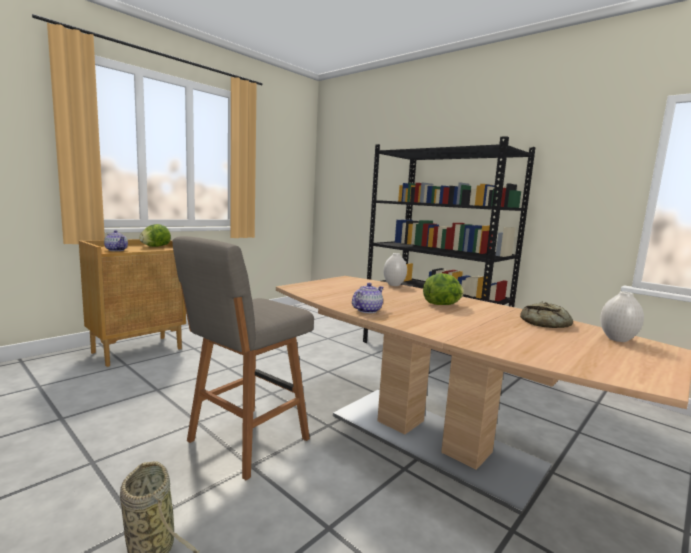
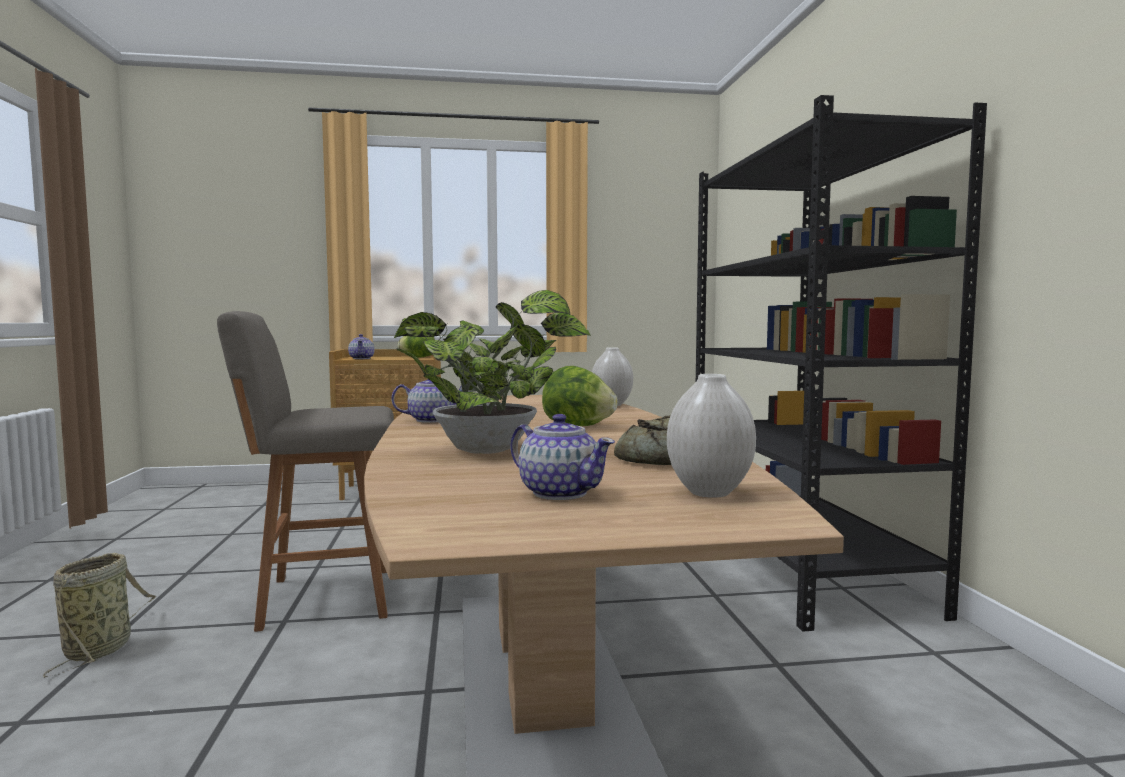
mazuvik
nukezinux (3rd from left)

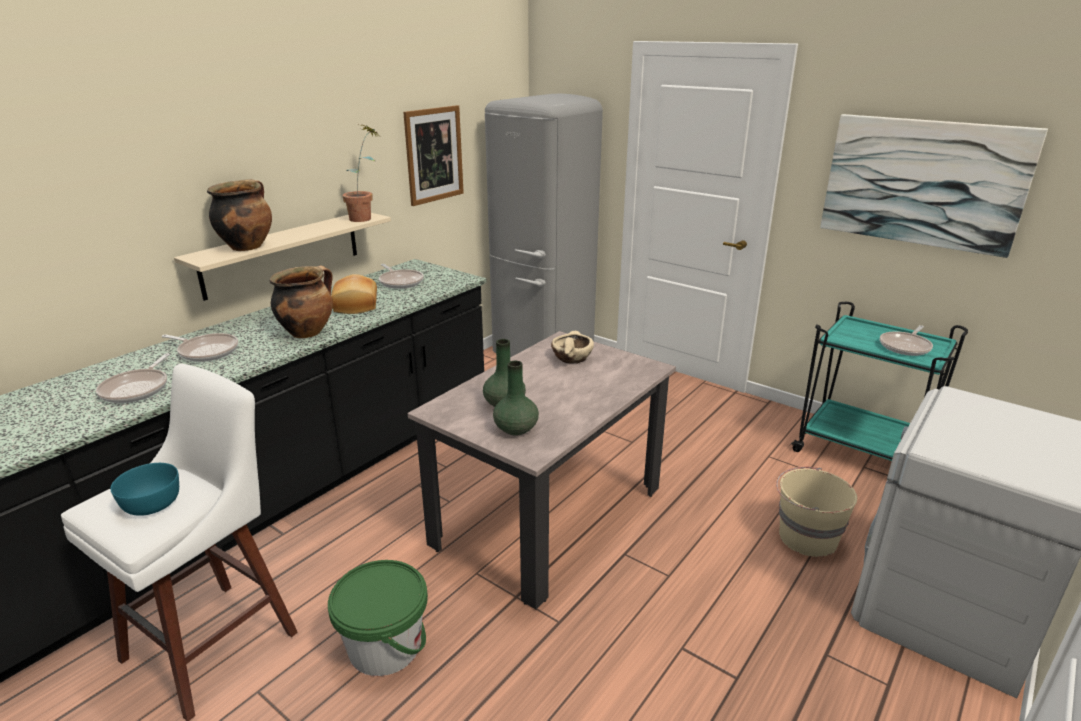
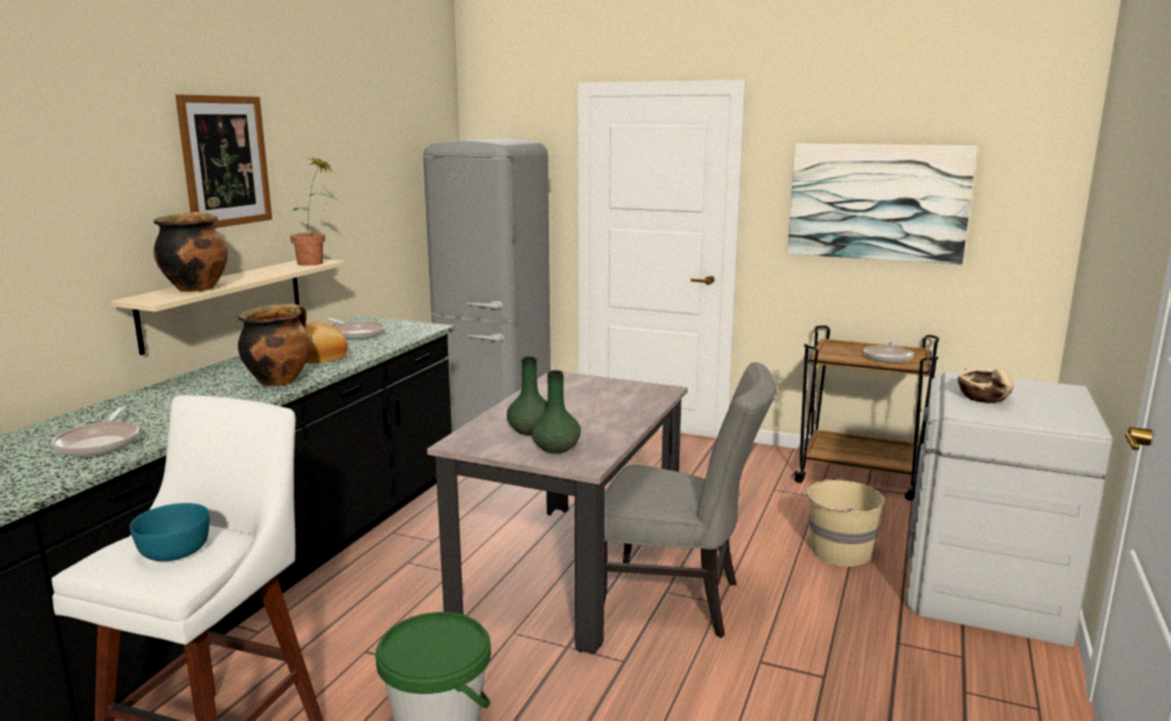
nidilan (2nd from left in the first image)
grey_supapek
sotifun (1st from left)
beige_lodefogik
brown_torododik

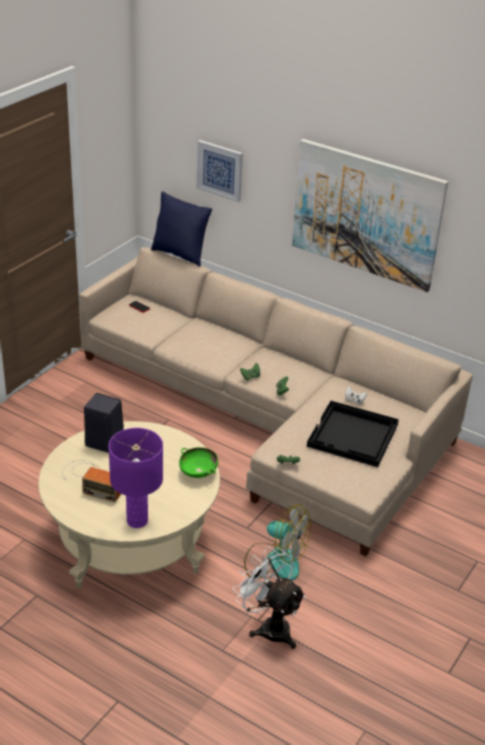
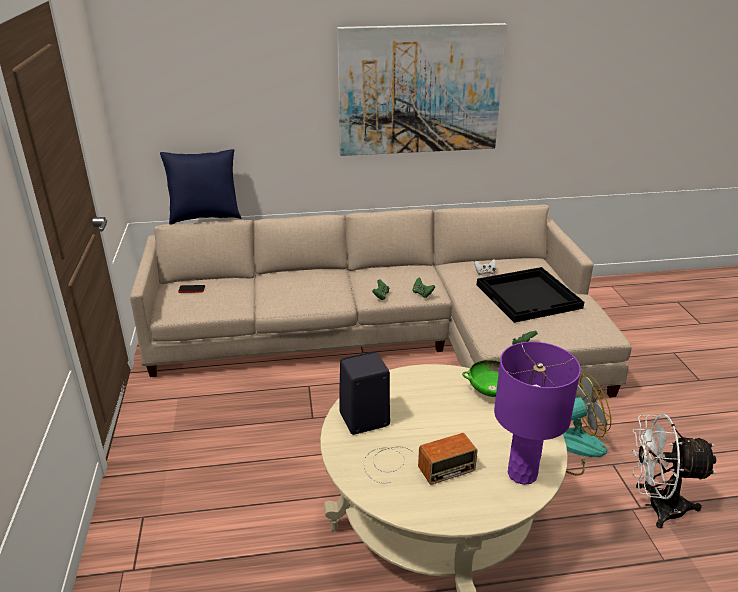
sotifun (1st from left in the first image)

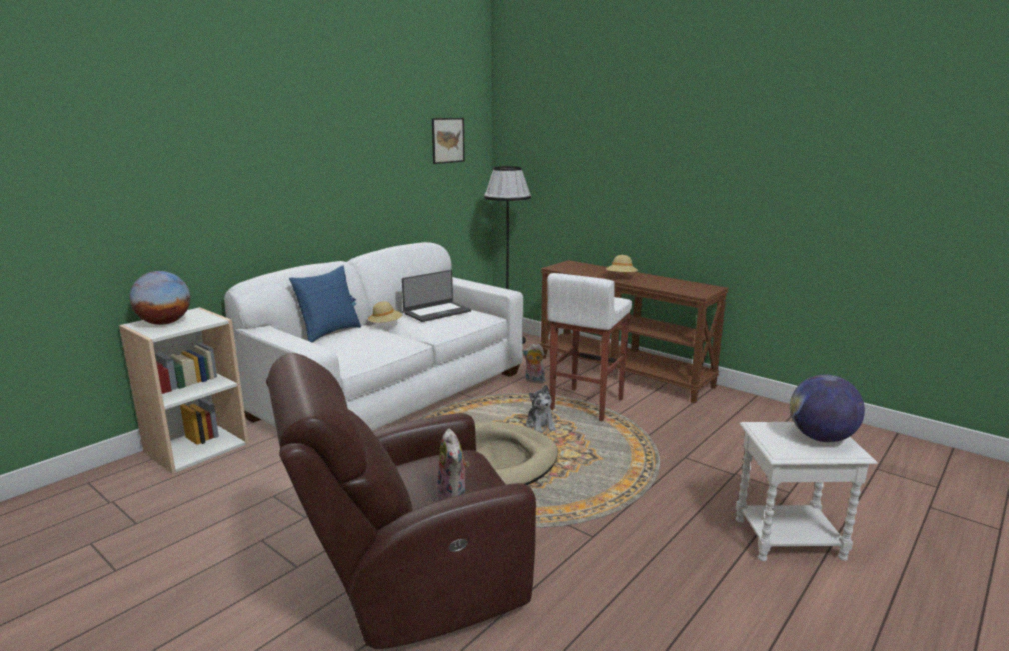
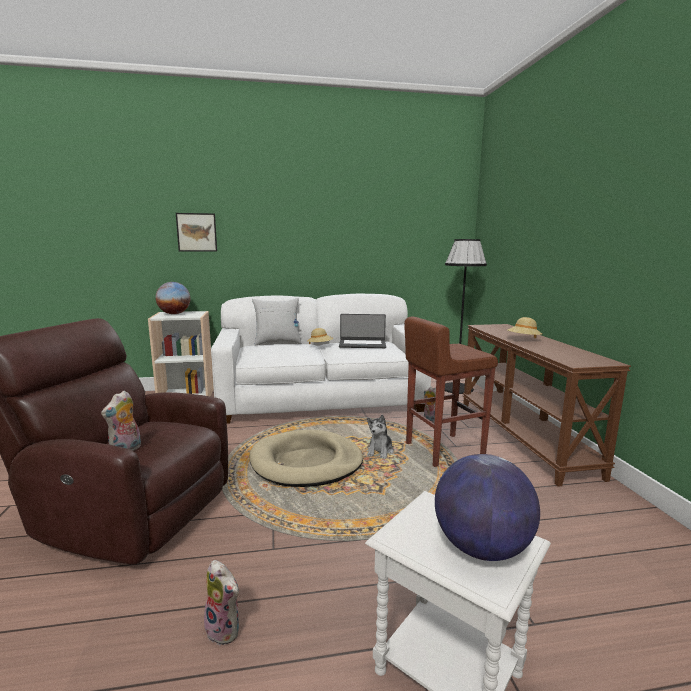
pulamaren (2nd from left)
sotifun
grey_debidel
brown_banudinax

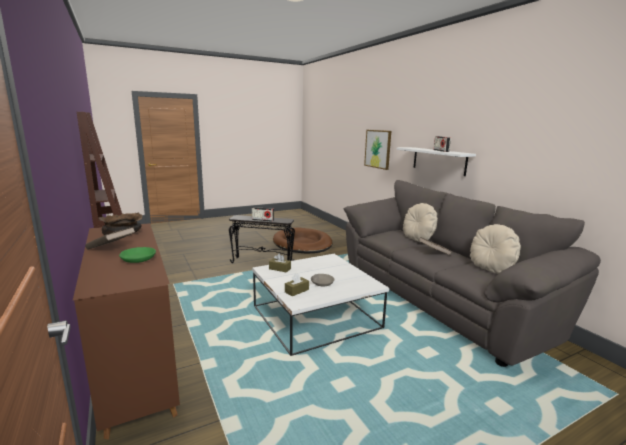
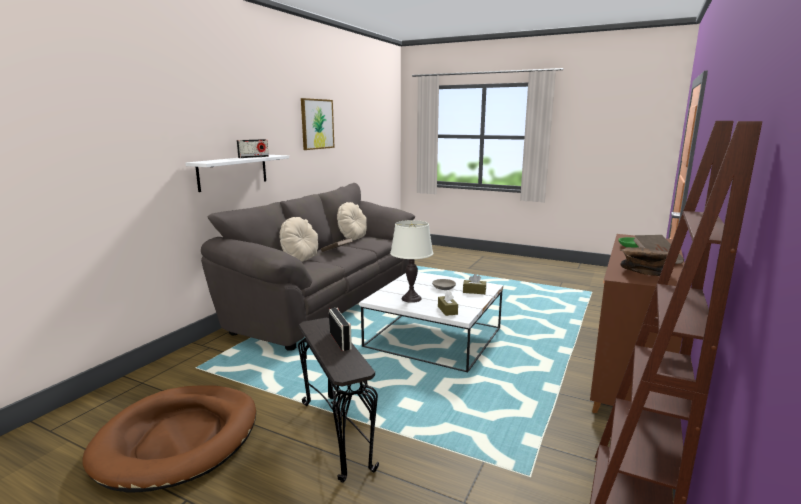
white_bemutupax
sotifun

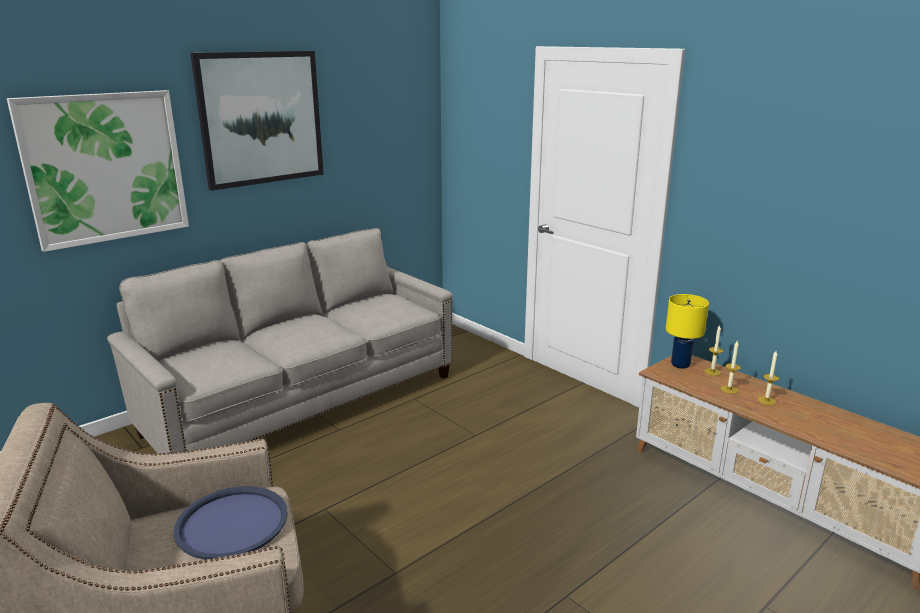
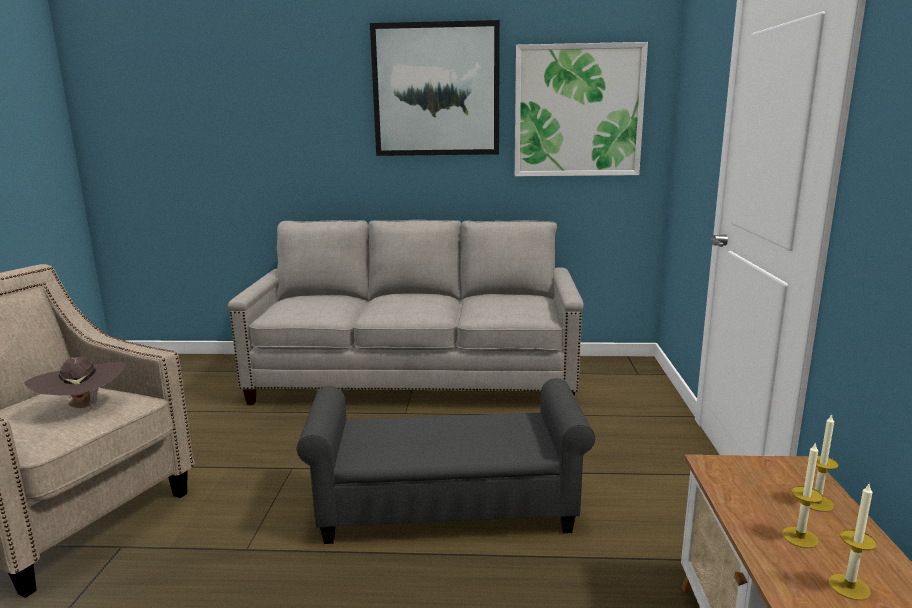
yellow_bemutupax
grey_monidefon
sotifun (2nd from left)
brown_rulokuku

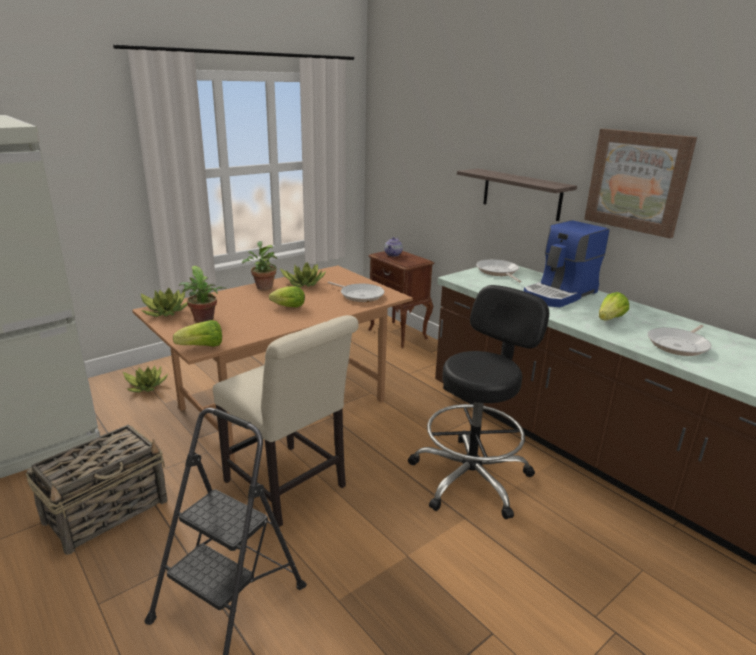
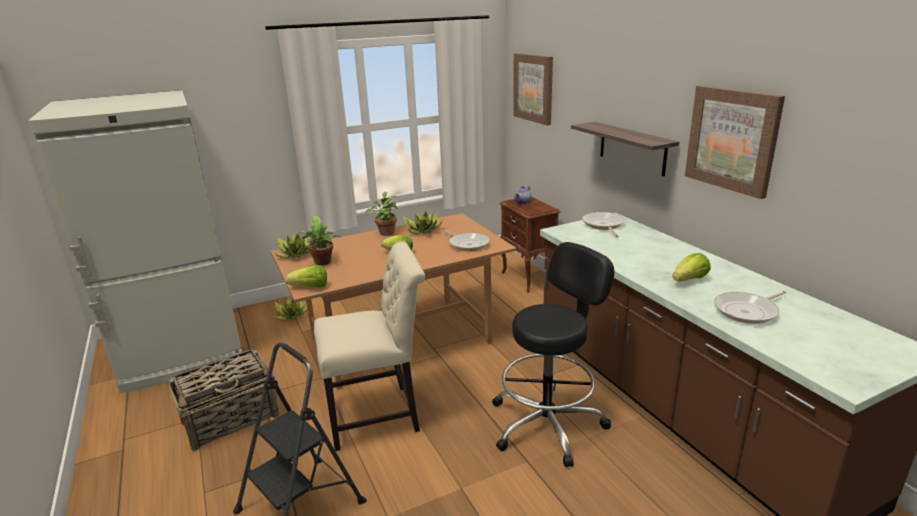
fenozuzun
sotifun (1st from left)
beige_supapek

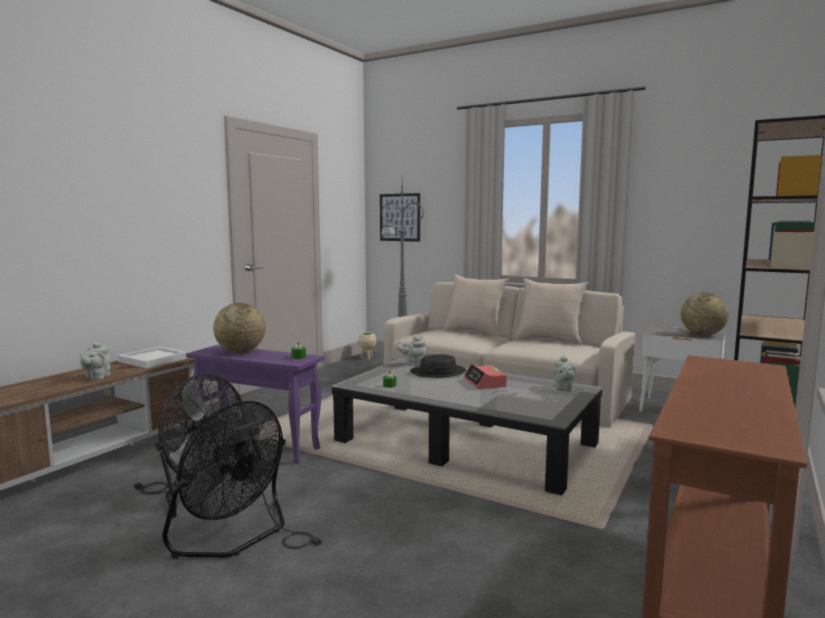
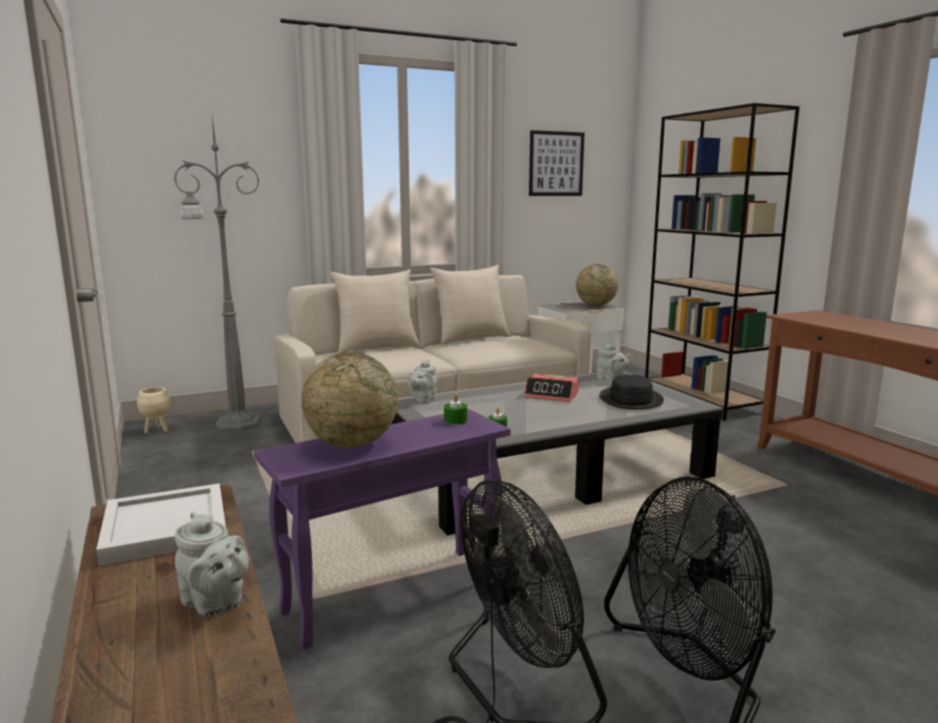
sotifun
black_rulokuku

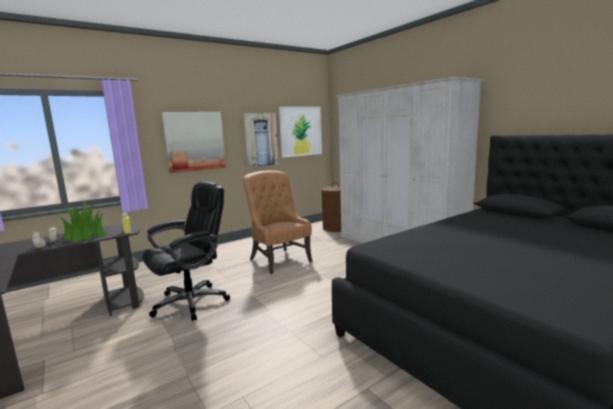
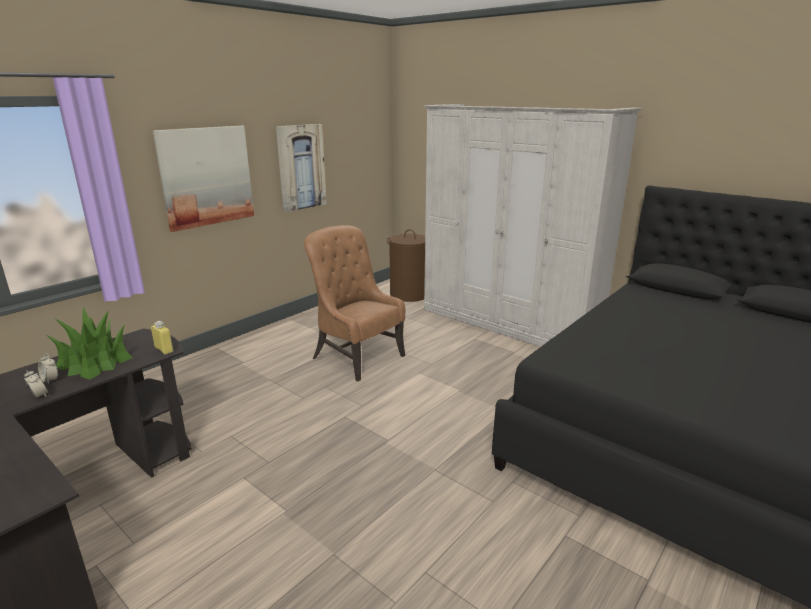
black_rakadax
sotifun (3rd from left in the first image)

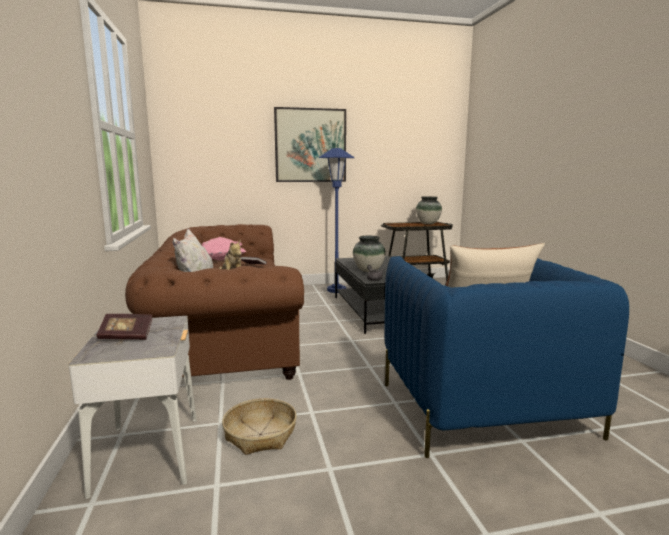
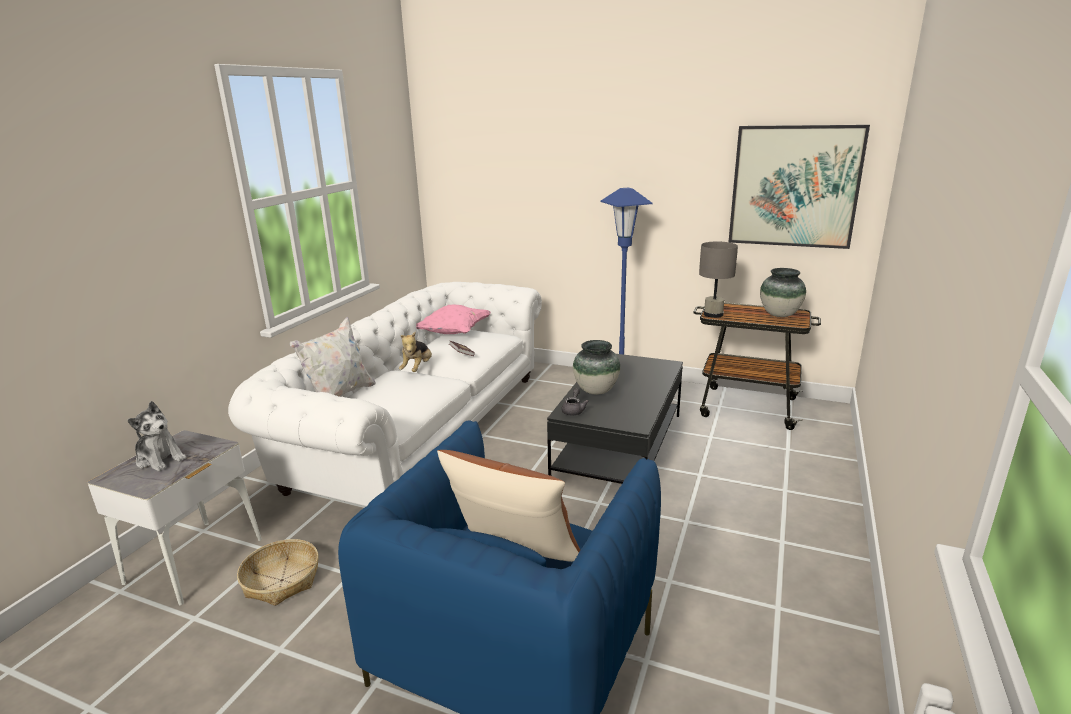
grey_bemutupax
sotifun
pulamaren (1st from left)
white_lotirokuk

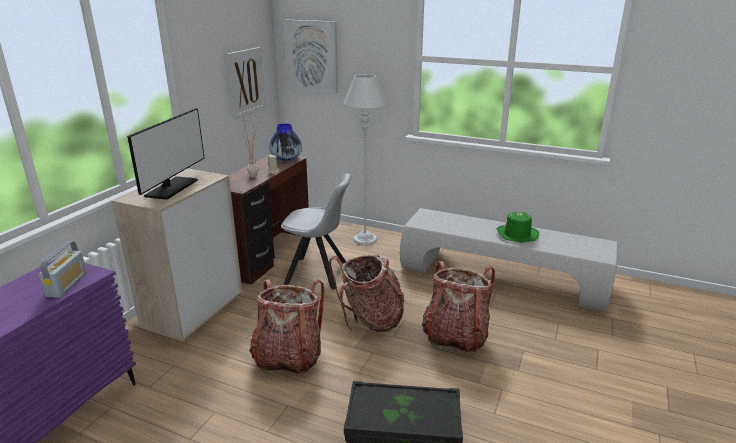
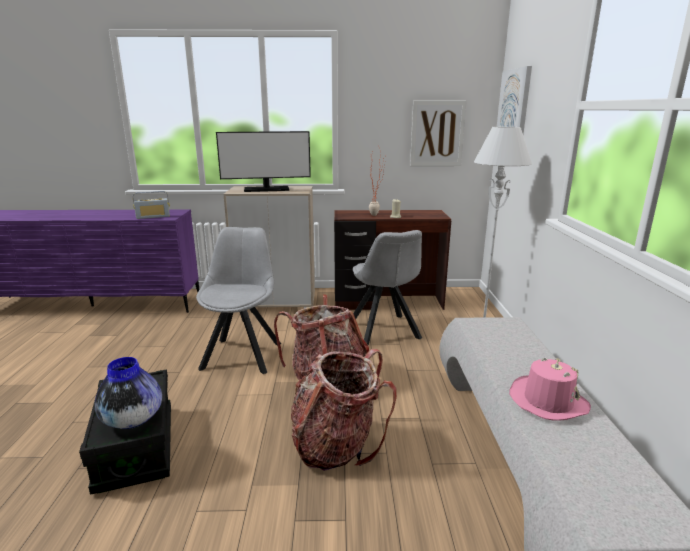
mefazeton
grey_supapek (1st from left)
pink_rulokuku

